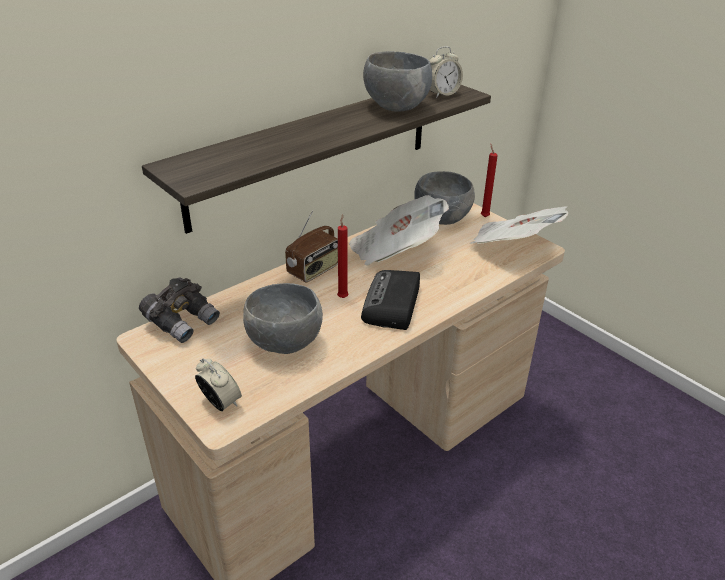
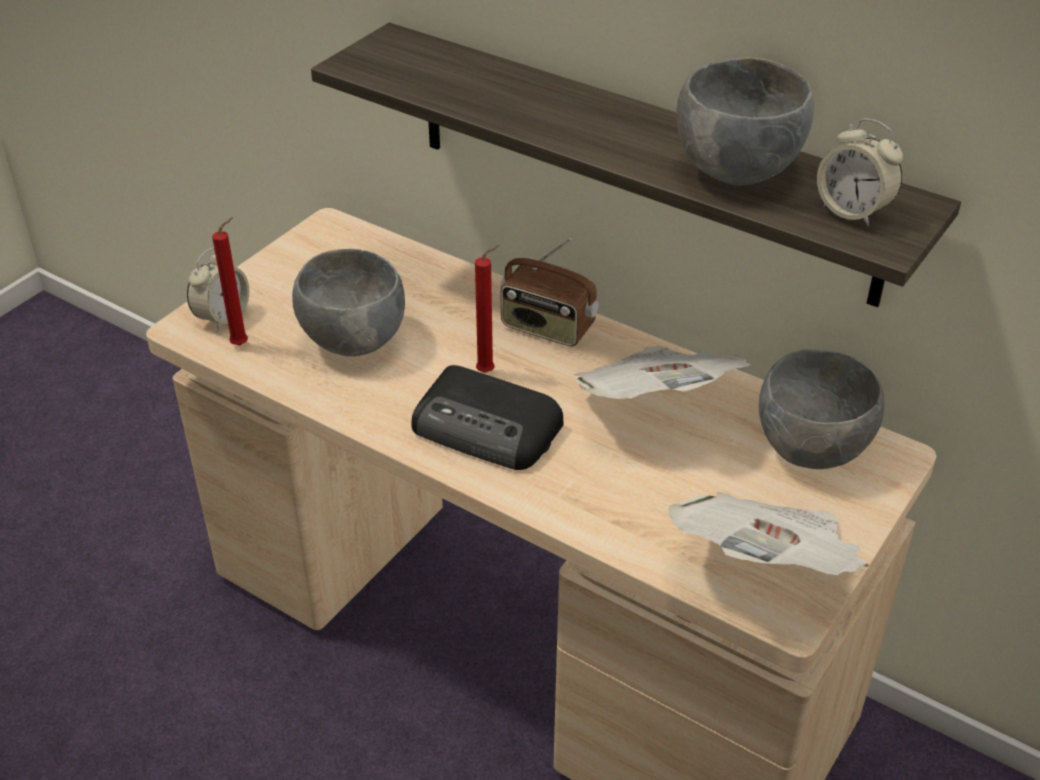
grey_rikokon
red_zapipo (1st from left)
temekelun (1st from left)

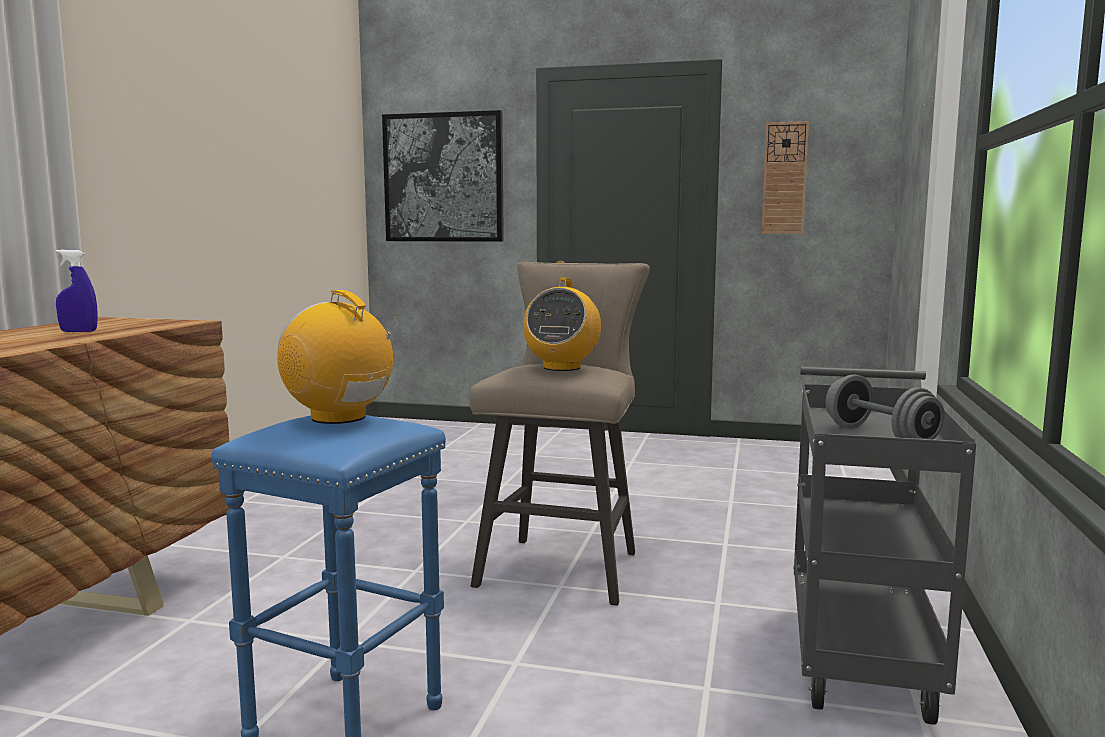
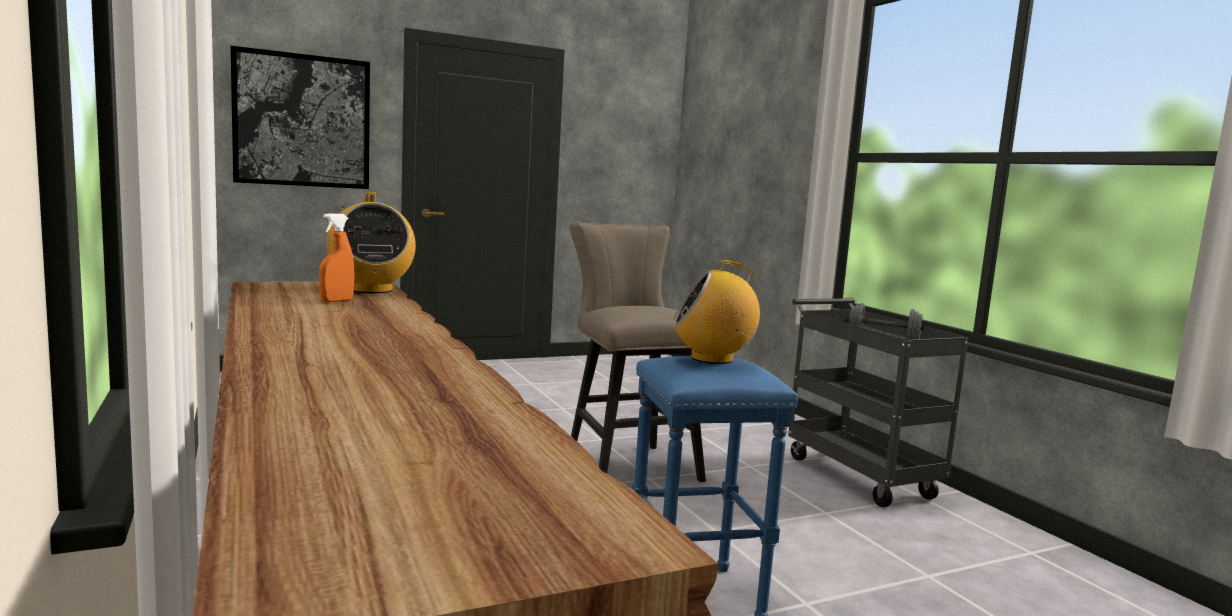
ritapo
temekelun (1st from left)
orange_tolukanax

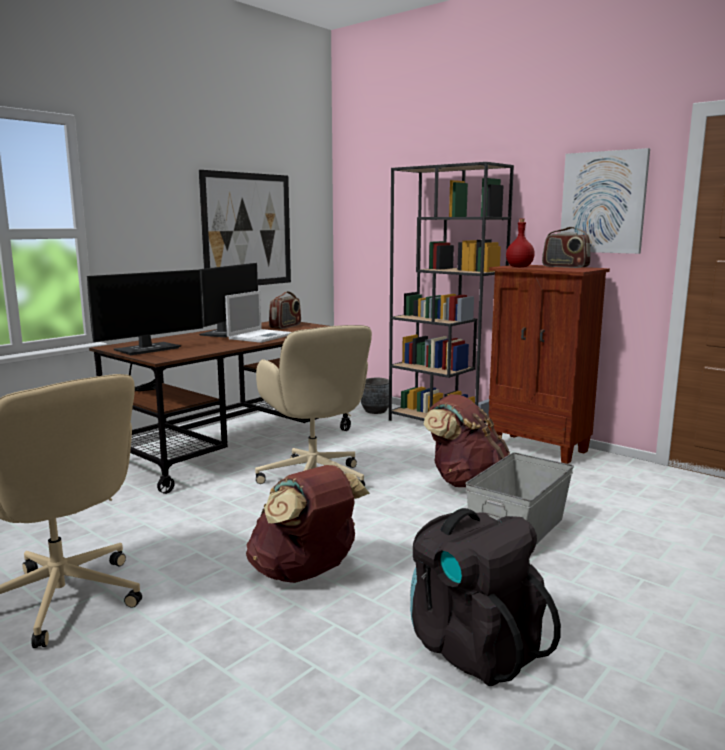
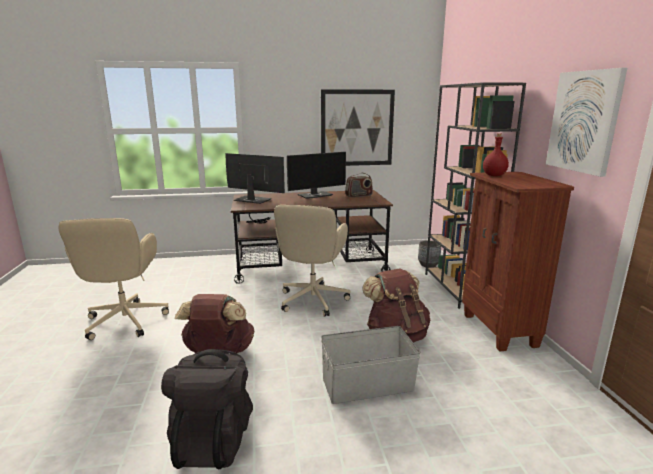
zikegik
temekelun (2nd from left in the first image)
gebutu (1st from left)

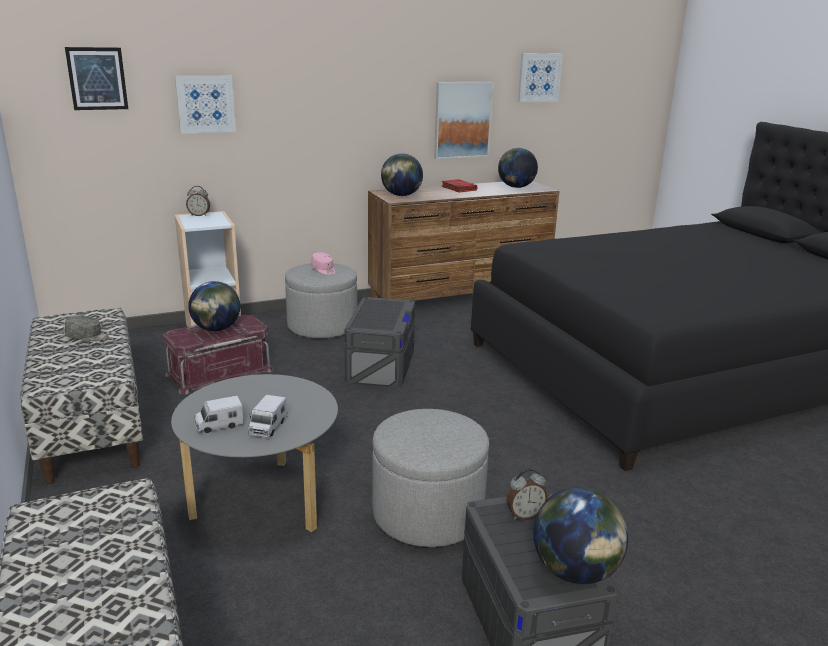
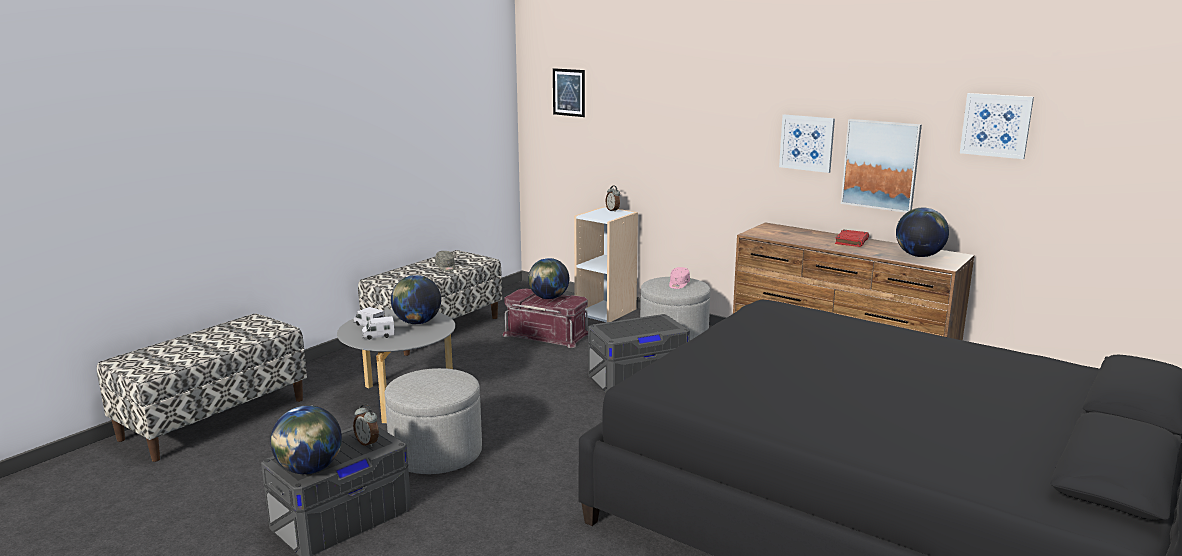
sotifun (2nd from left)
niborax (2nd from left)

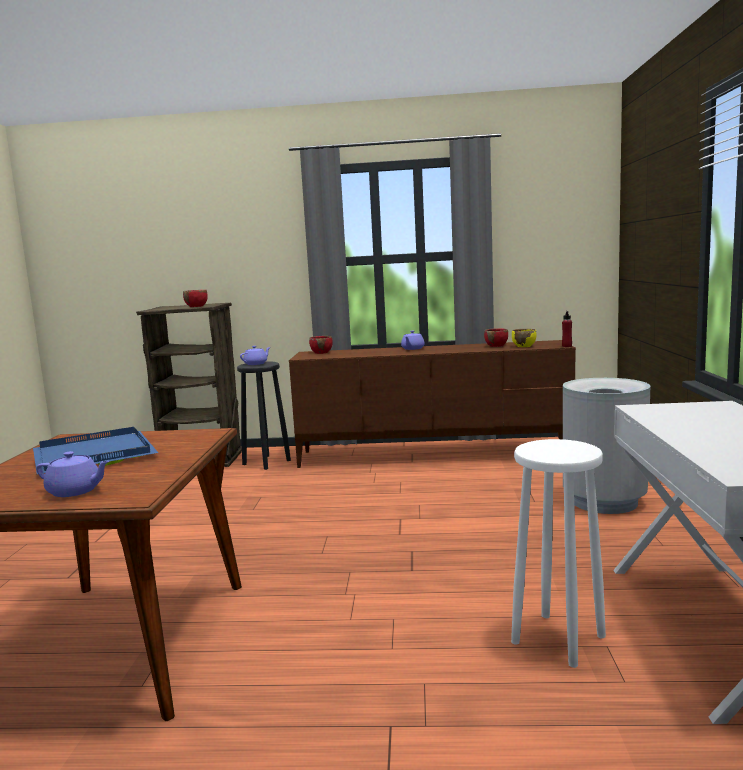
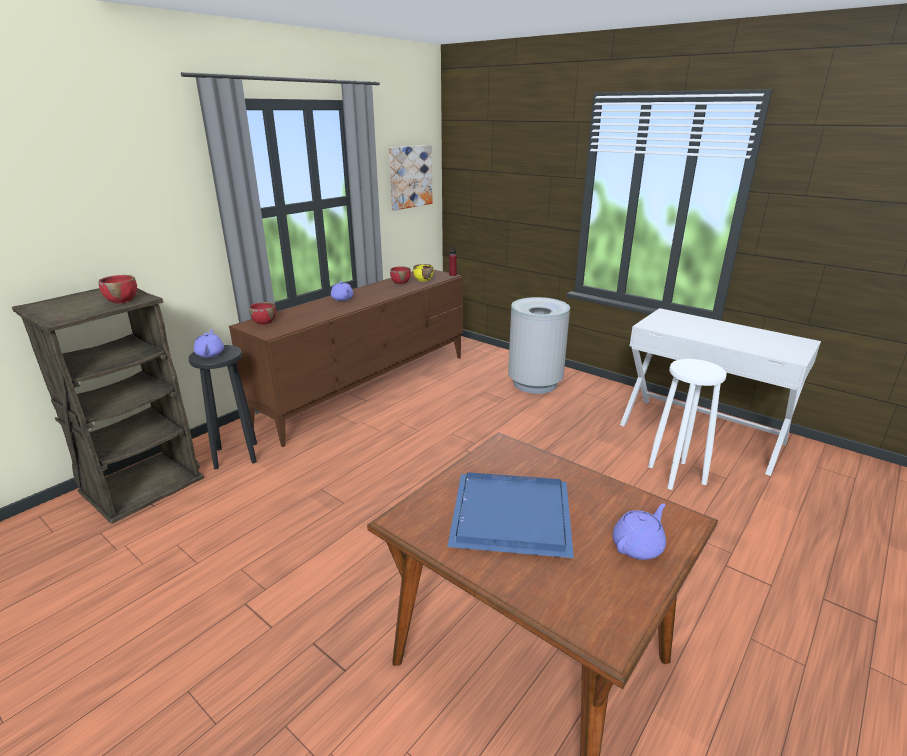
sotifun

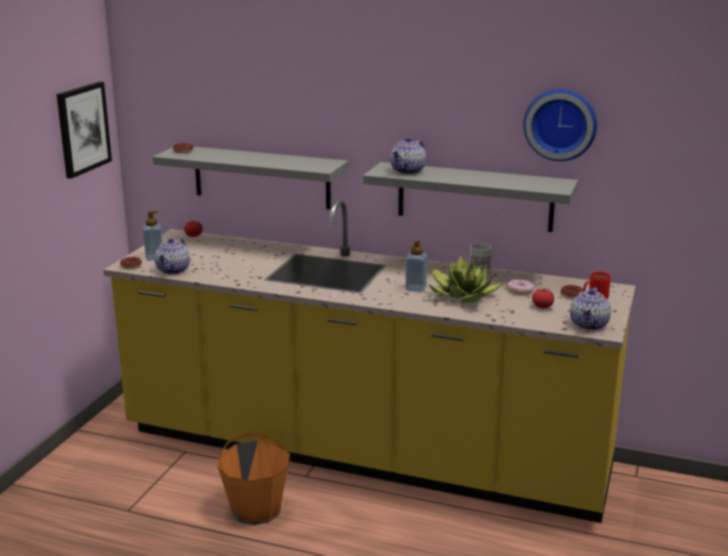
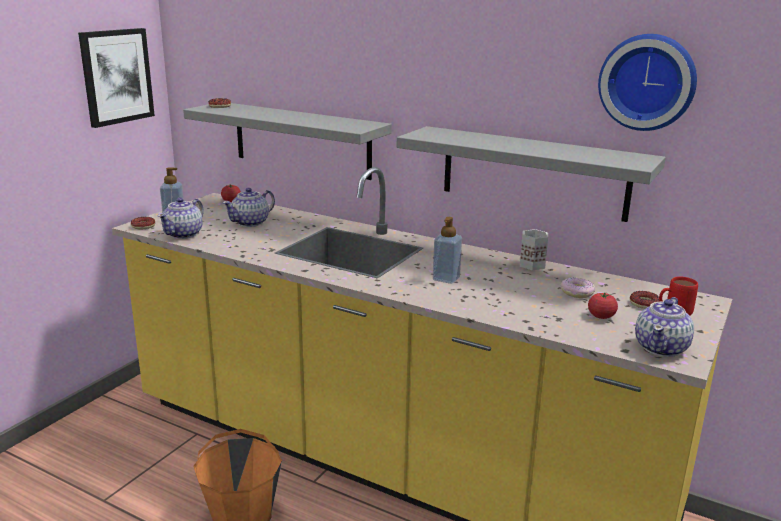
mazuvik
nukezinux (2nd from left)

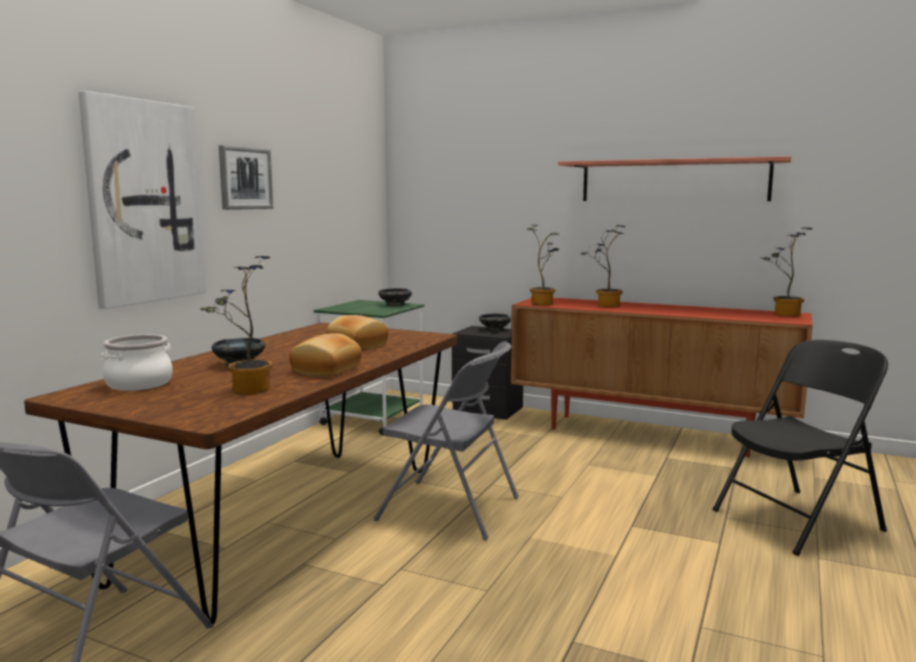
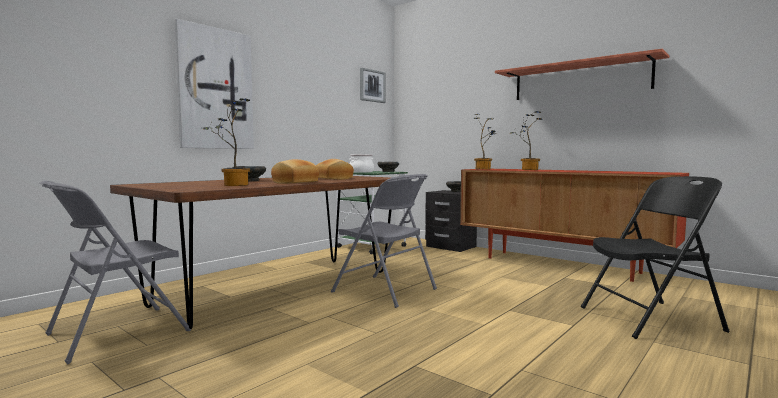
mazuvik (4th from left in the first image)
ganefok
sotifun (2nd from left)

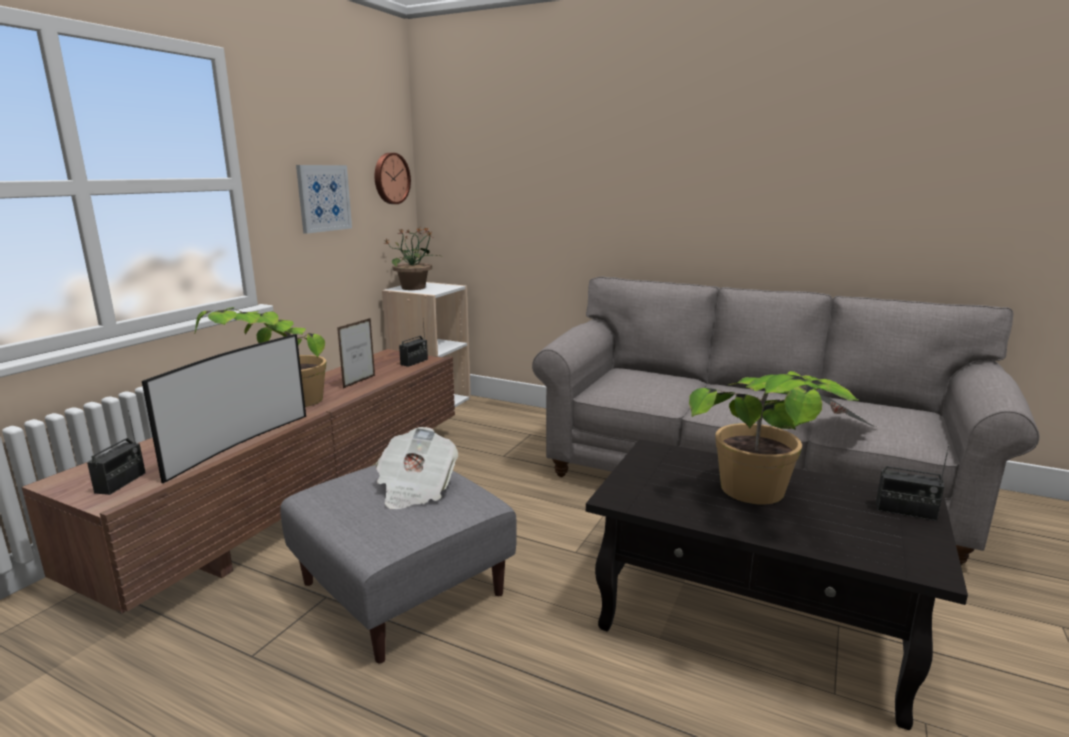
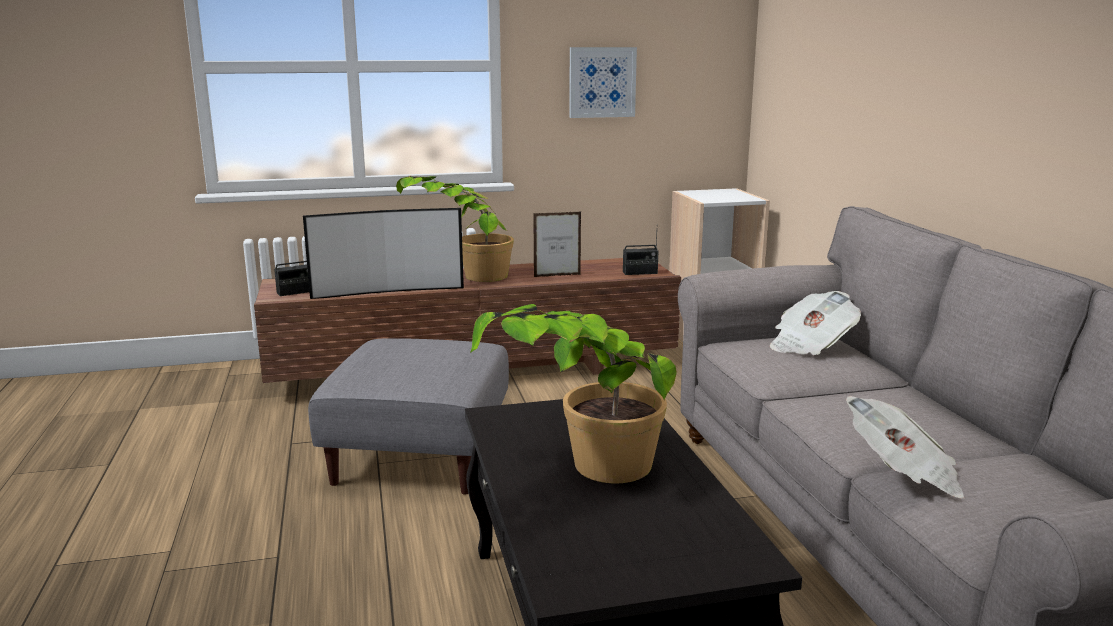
ritapo
mazuvik (2nd from left in the first image)
temekelun (3rd from left in the first image)
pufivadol (1st from left)

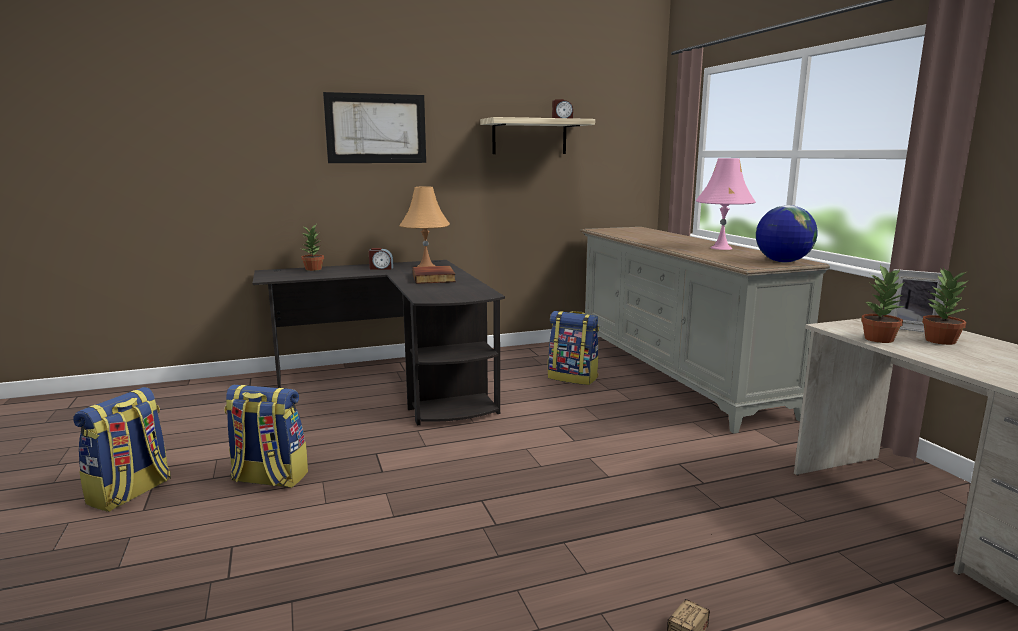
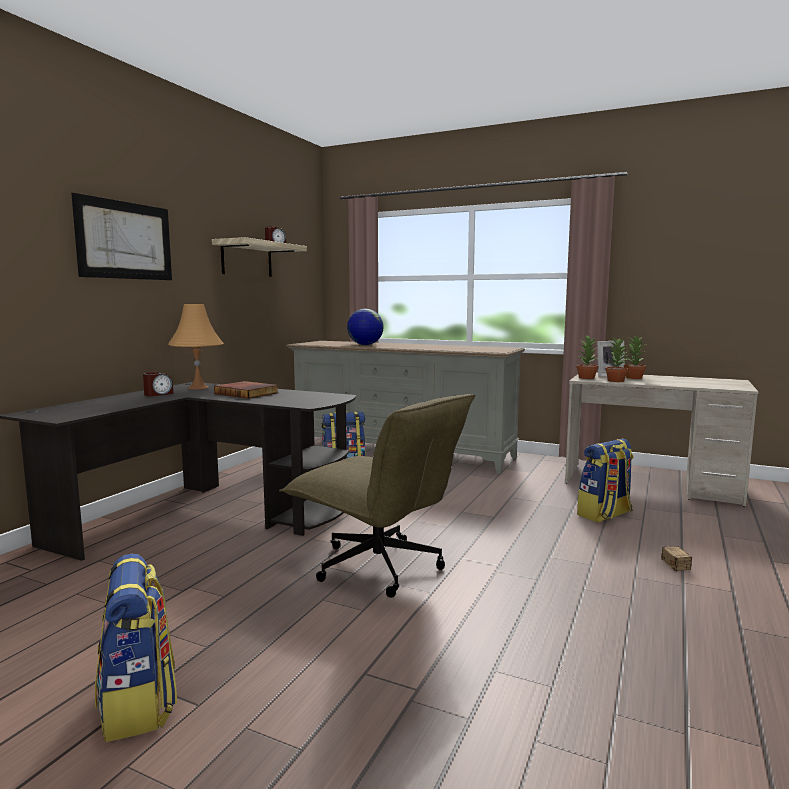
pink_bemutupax
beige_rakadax
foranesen (3rd from left)
mazuvik (1st from left)
niborax

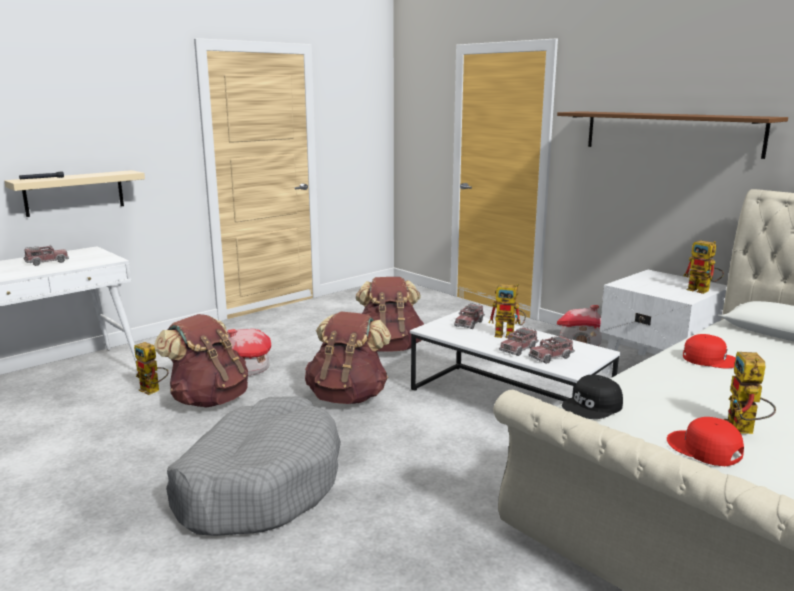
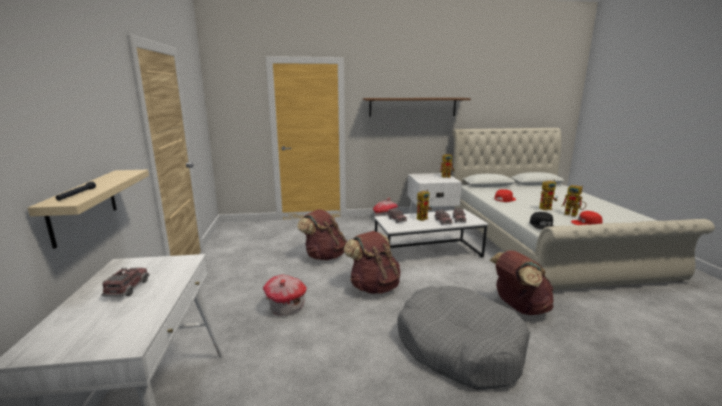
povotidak (3rd from left)
brown_foranesen (3rd from left)

